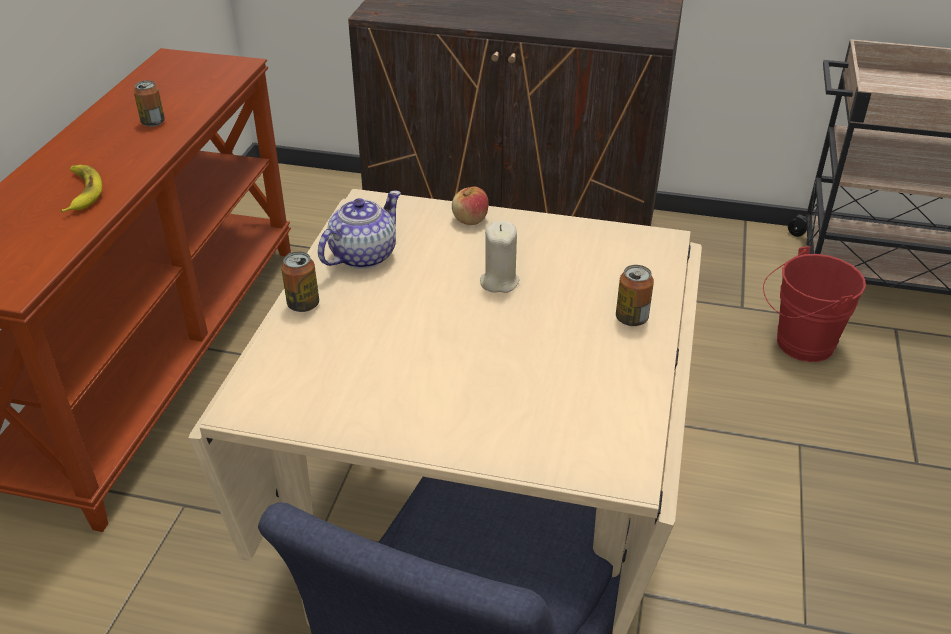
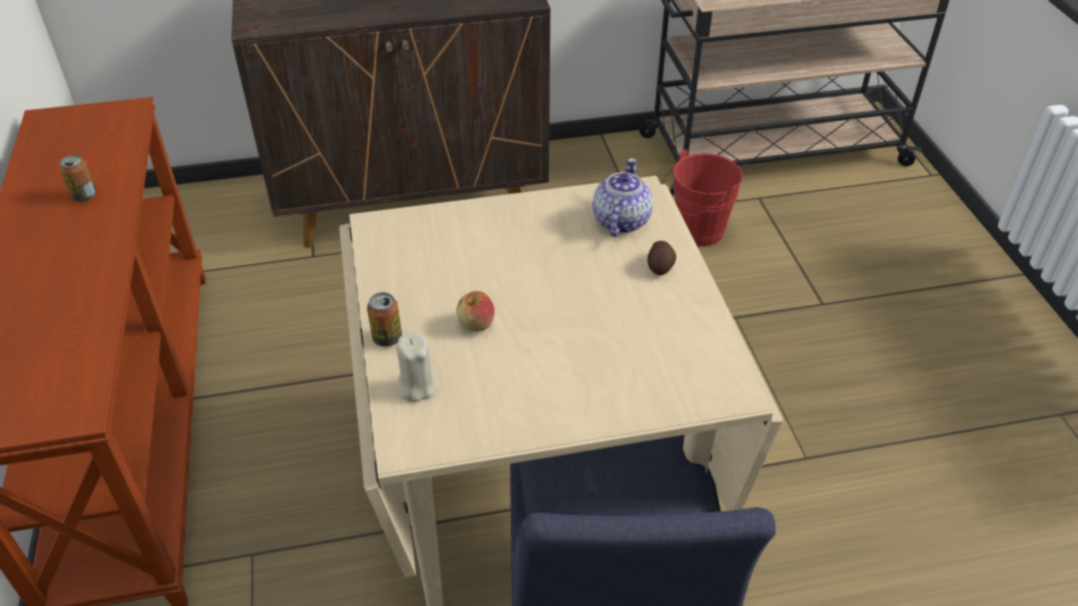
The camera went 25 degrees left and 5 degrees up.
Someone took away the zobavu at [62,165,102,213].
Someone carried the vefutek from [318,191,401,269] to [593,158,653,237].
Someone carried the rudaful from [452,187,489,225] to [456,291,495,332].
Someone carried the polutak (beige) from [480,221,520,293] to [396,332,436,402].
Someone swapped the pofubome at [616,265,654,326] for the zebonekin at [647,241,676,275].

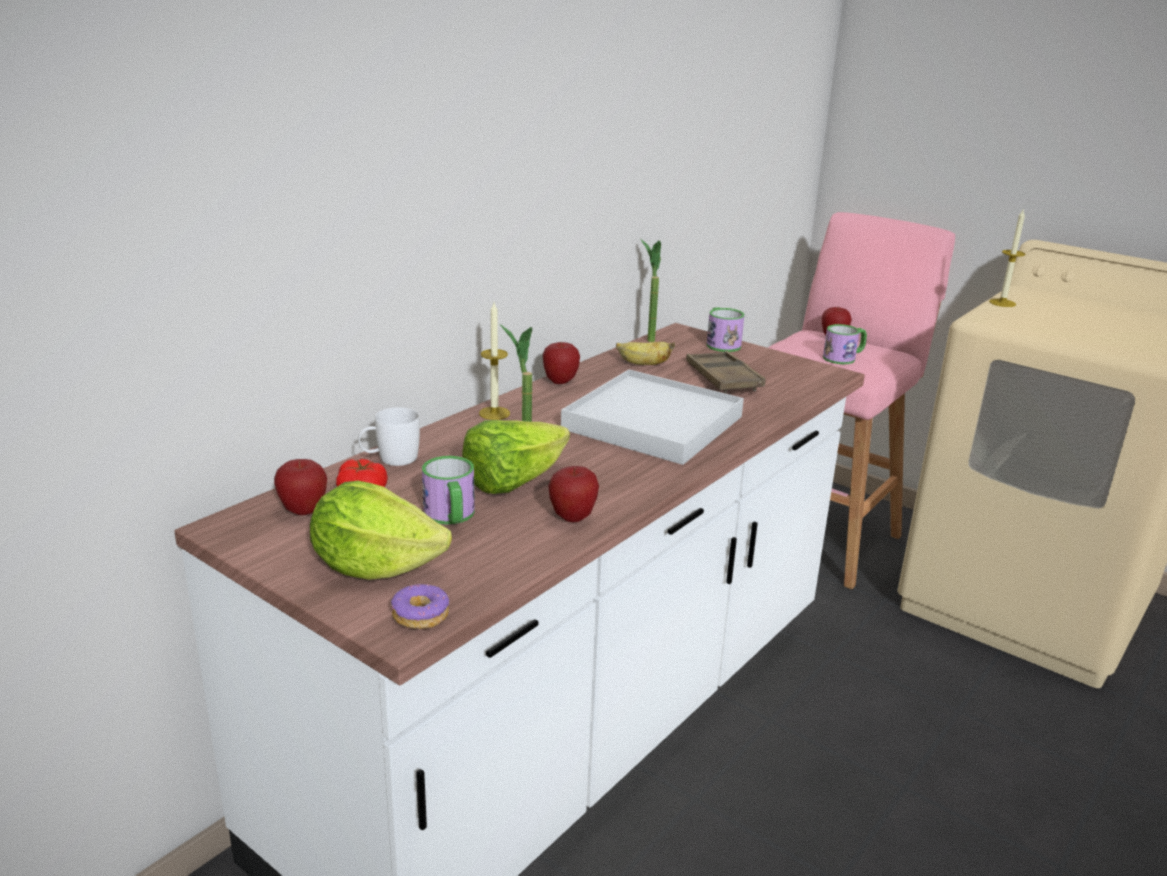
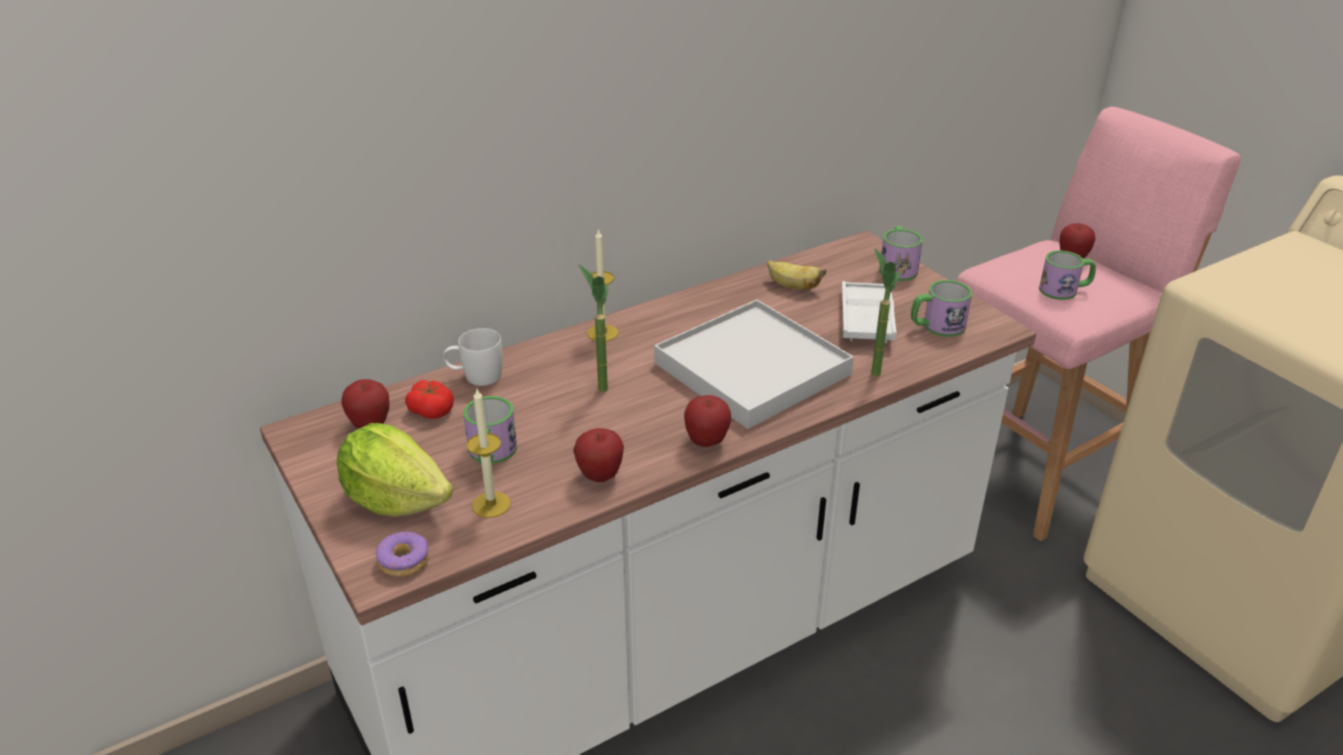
The camera went 20 degrees right and 10 degrees up.
Someone took away the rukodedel at [462,420,570,494].
Someone put down the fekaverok at [911,280,972,337].
Someone carried the rudaful from [543,342,580,384] to [684,395,731,447].
Someone carried the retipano from [641,239,661,342] to [871,248,900,377].
Someone carried the polutak from [989,208,1025,307] to [467,389,511,518].
Someone repainted the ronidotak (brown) at [686,351,765,393], which became the ronidotak (white) at [841,281,897,343].

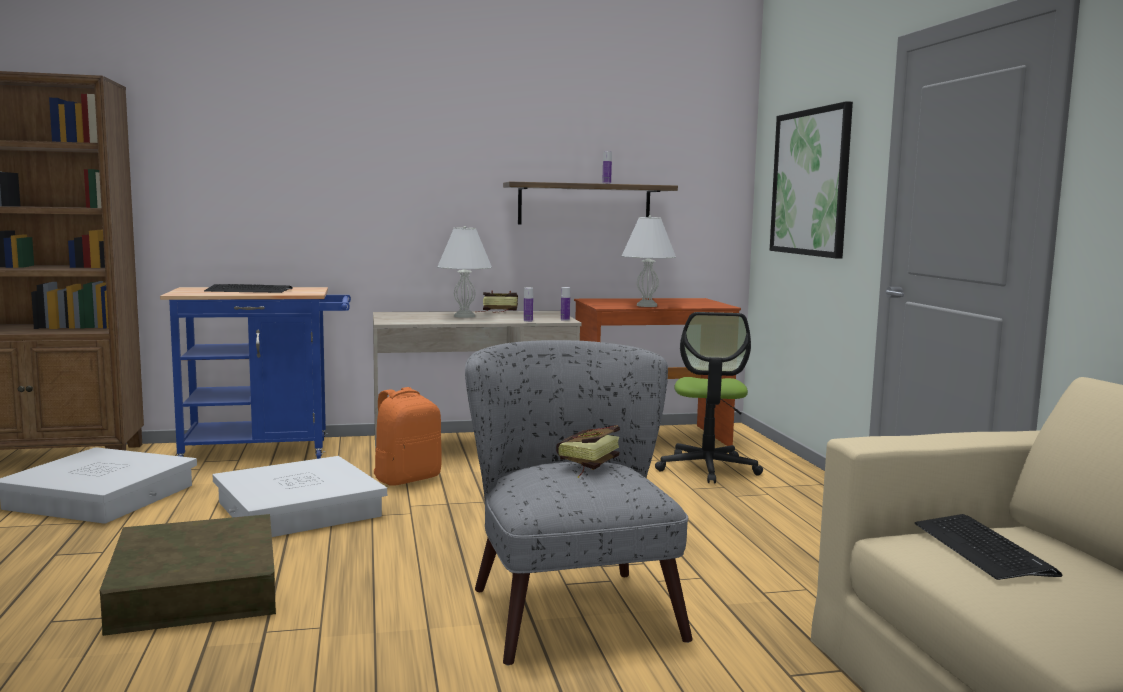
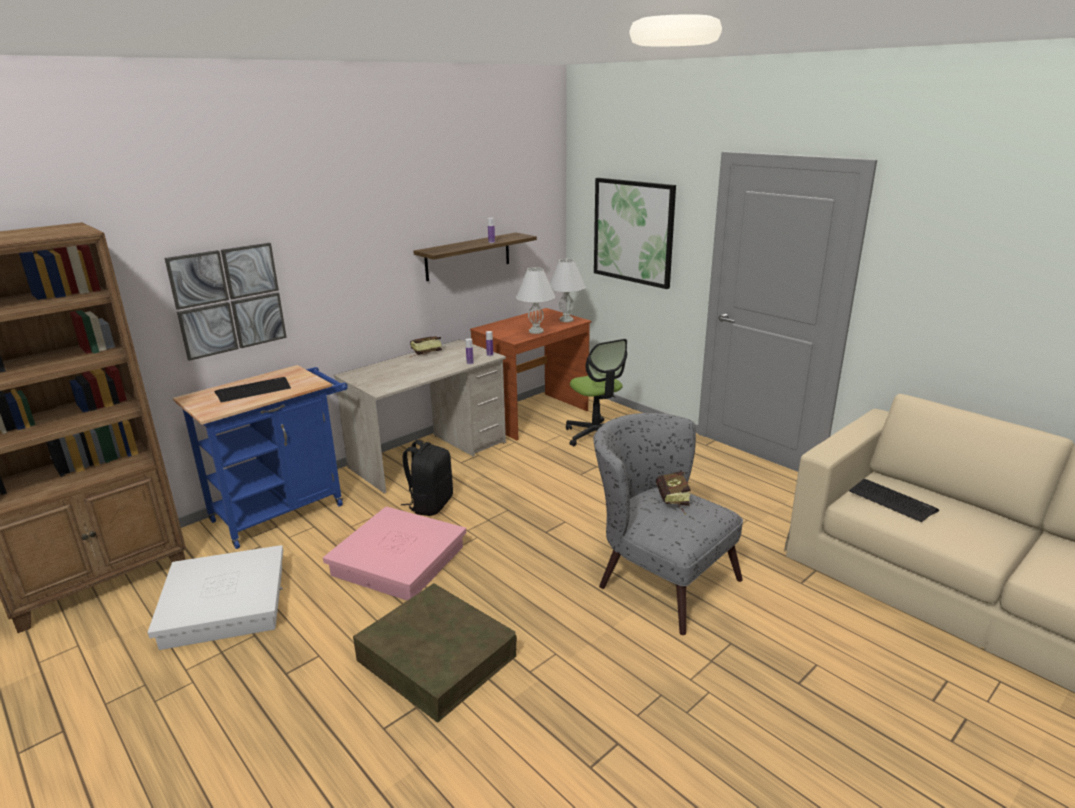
The camera went 30 degrees left and 15 degrees up.
Someone put up the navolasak at [165,243,287,361].
Someone carried the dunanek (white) from [437,226,492,318] to [550,259,585,322].
Someone repainted the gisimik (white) at [213,456,387,537], which became the gisimik (pink) at [323,507,466,601].
Someone repainted the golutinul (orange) at [374,387,442,486], which became the golutinul (black) at [401,440,453,516].

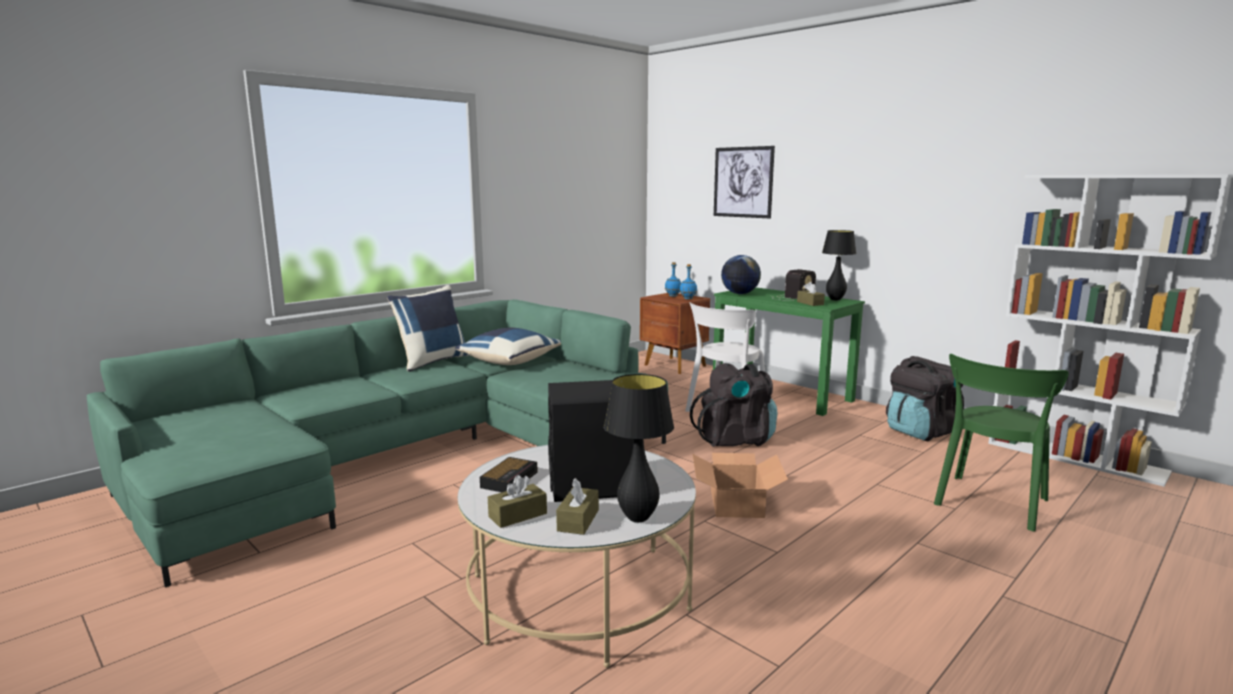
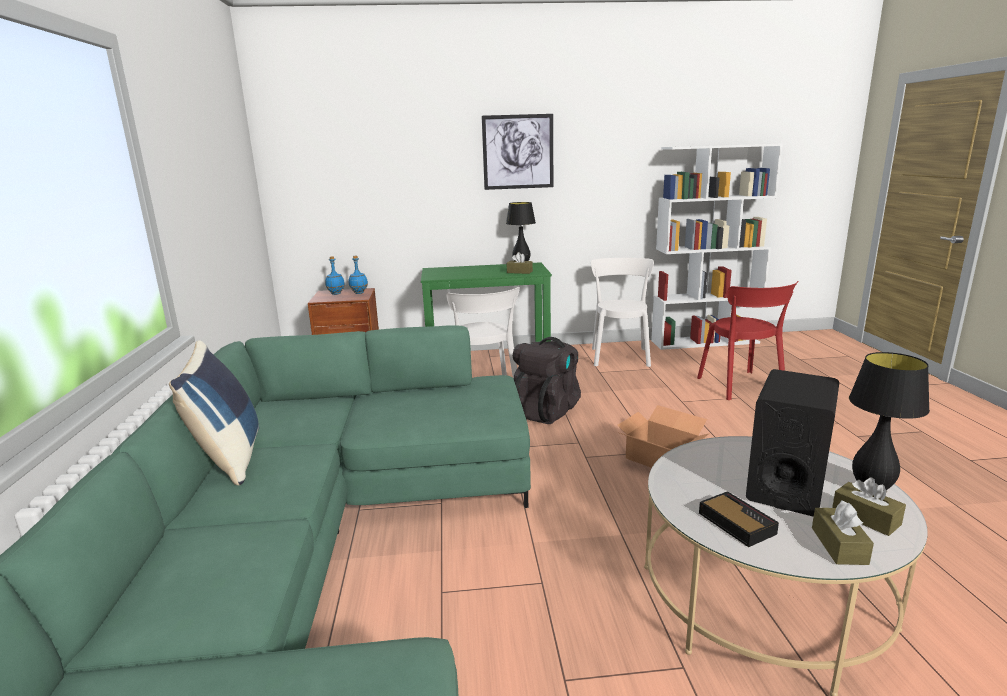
The camera went 50 degrees left and 5 degrees up.
Someone took away the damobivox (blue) at [455,328,561,365].
Someone took away the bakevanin at [721,255,761,294].
Someone took away the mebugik at [772,269,816,301].
Someone carried the navolasak from [714,146,775,218] to [482,114,553,190].
Someone swapped the golutinul (black) at [886,356,964,441] for the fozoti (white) at [591,258,654,367].
Someone repainted the fozoti (green) at [934,354,1069,532], which became the fozoti (red) at [697,281,799,400].

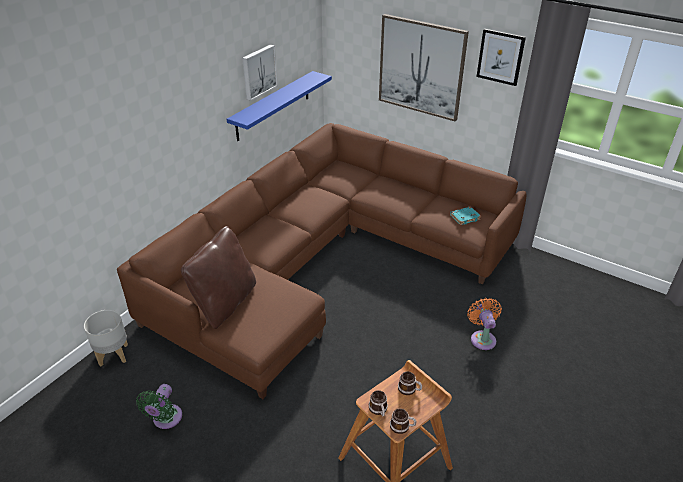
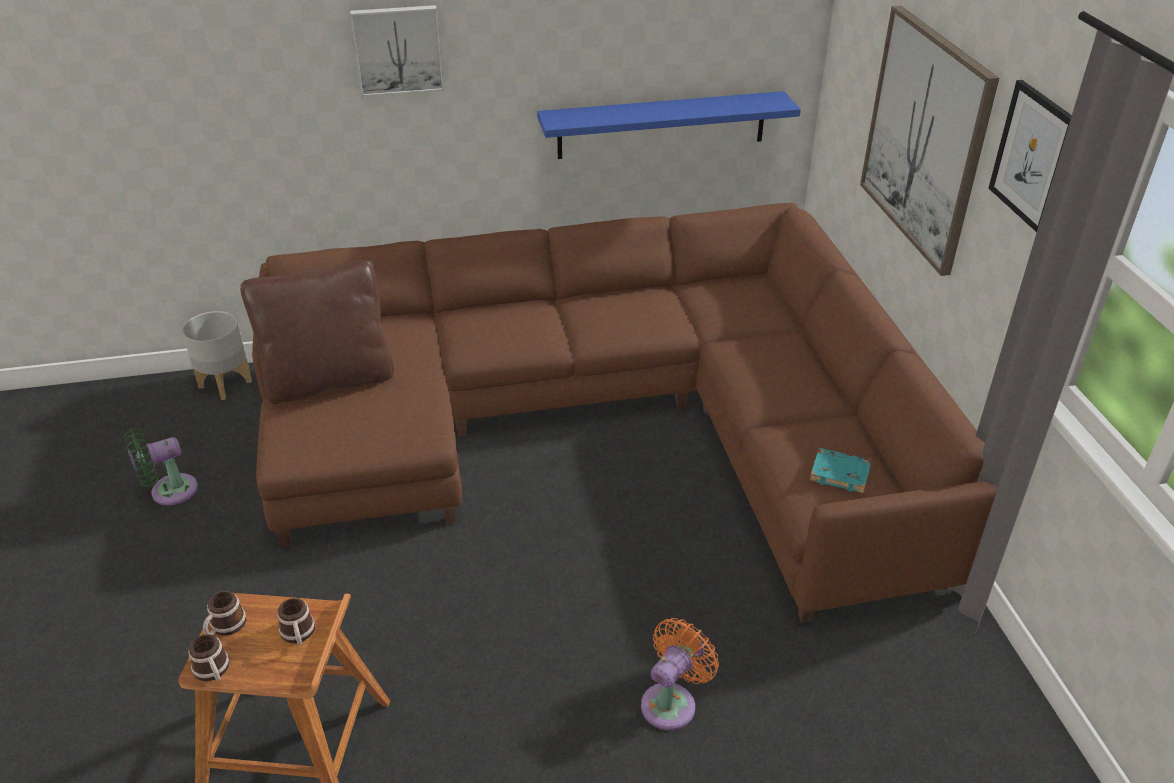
The camera went 45 degrees right and 0 degrees up.
Someone carried the navolasak from [242,44,277,101] to [350,5,444,97].

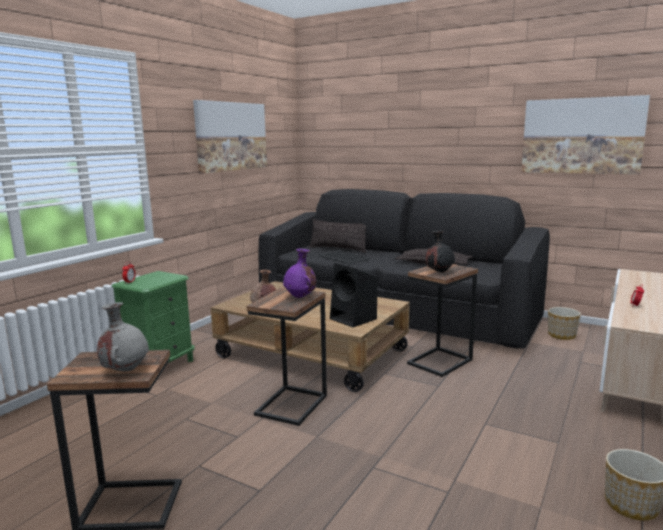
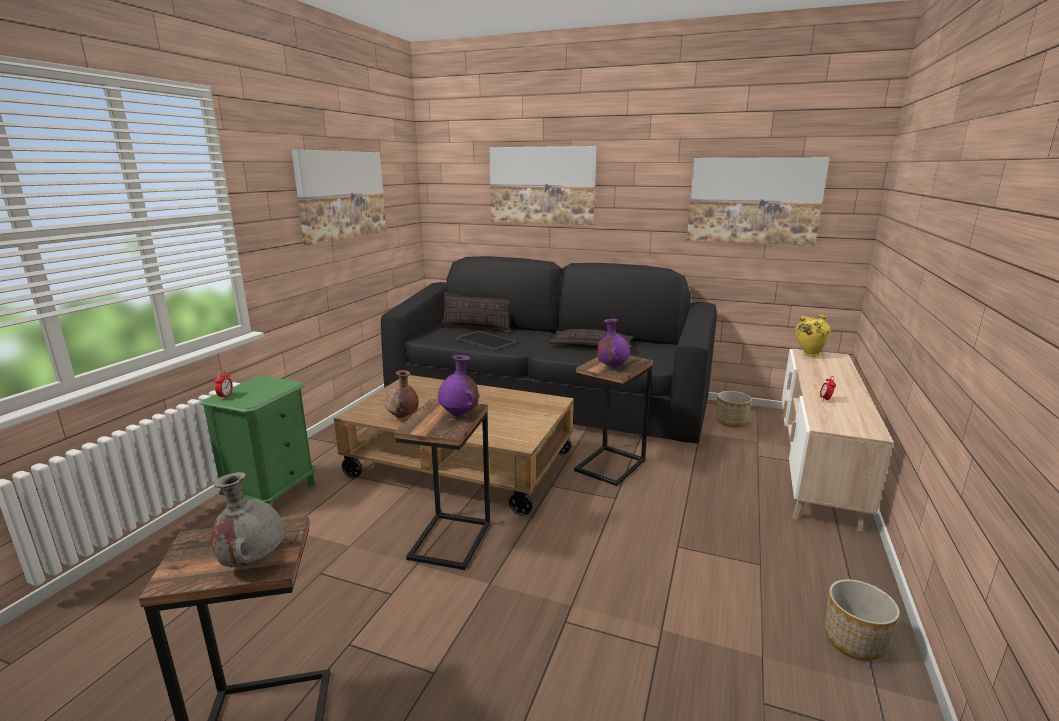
The camera went 10 degrees left and 5 degrees up.
Someone took away the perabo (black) at [330,263,377,327].
Someone put up the navolasak at [490,146,597,225].
Someone put down the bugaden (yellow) at [795,315,831,357].
Someone repainted the bugaden (black) at [426,230,455,272], which became the bugaden (purple) at [597,319,630,367].

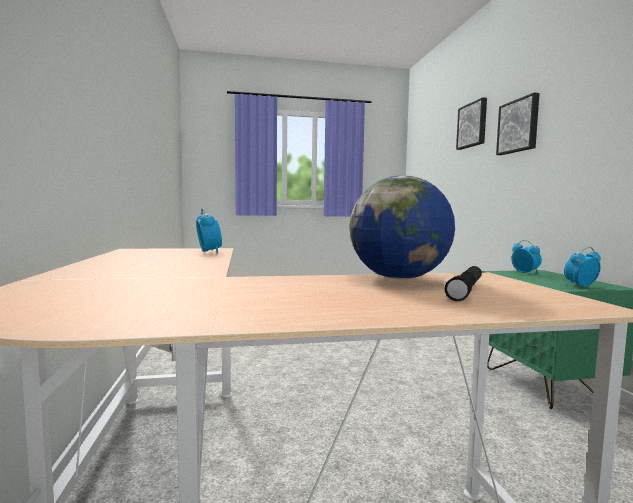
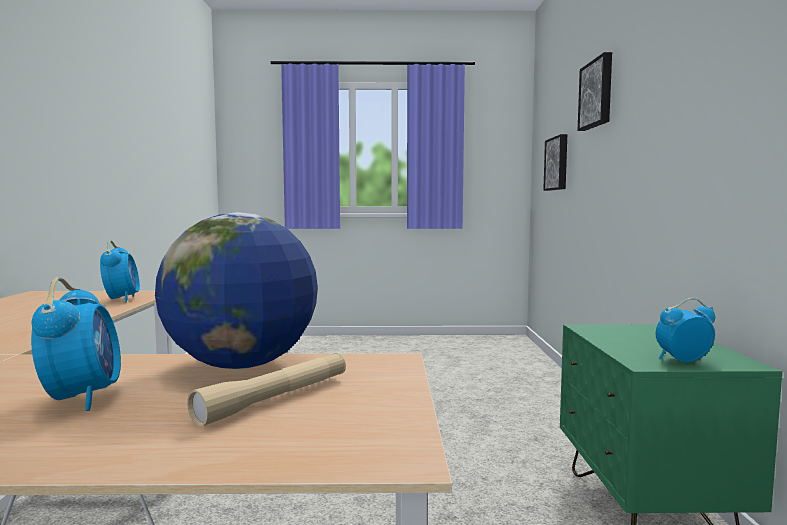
The camera went 10 degrees right and 0 degrees up.
Someone carried the navolasak from [496,93,540,155] to [543,134,567,191].
Someone carried the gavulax from [511,240,542,274] to [31,277,121,411].
Someone repainted the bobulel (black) at [445,266,482,301], which became the bobulel (beige) at [187,353,346,427].

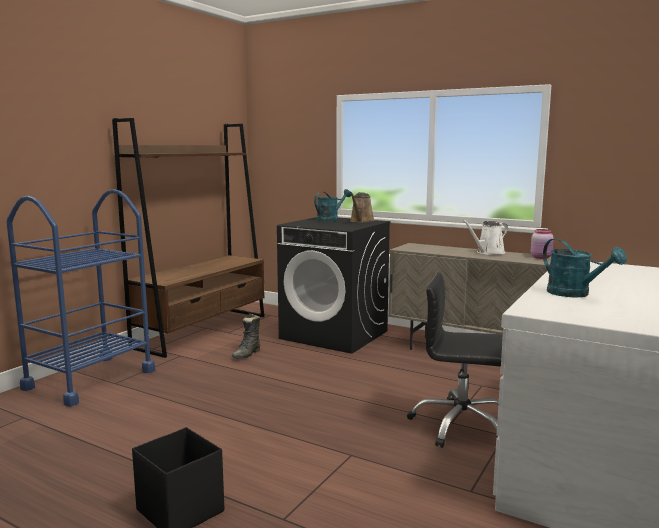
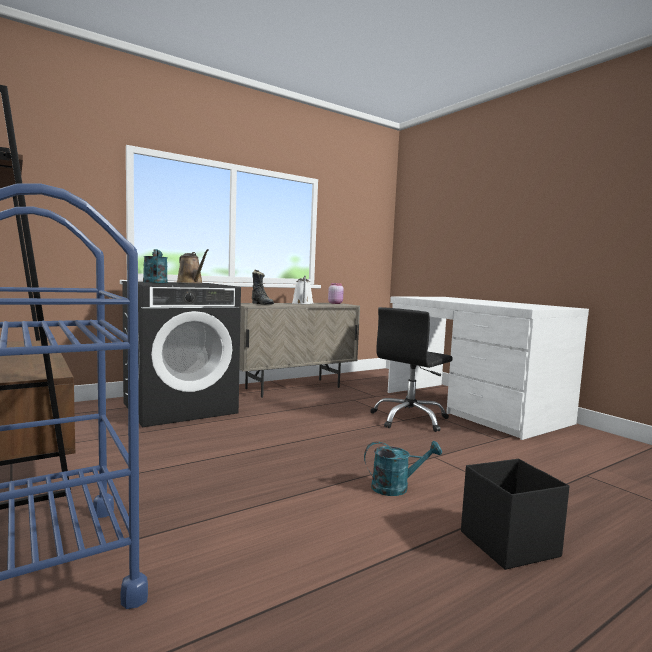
The camera went 65 degrees left and 5 degrees down.
Someone carried the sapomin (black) from [231,314,260,359] to [252,270,274,305].
Someone carried the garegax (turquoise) from [543,239,627,298] to [364,441,442,496].

